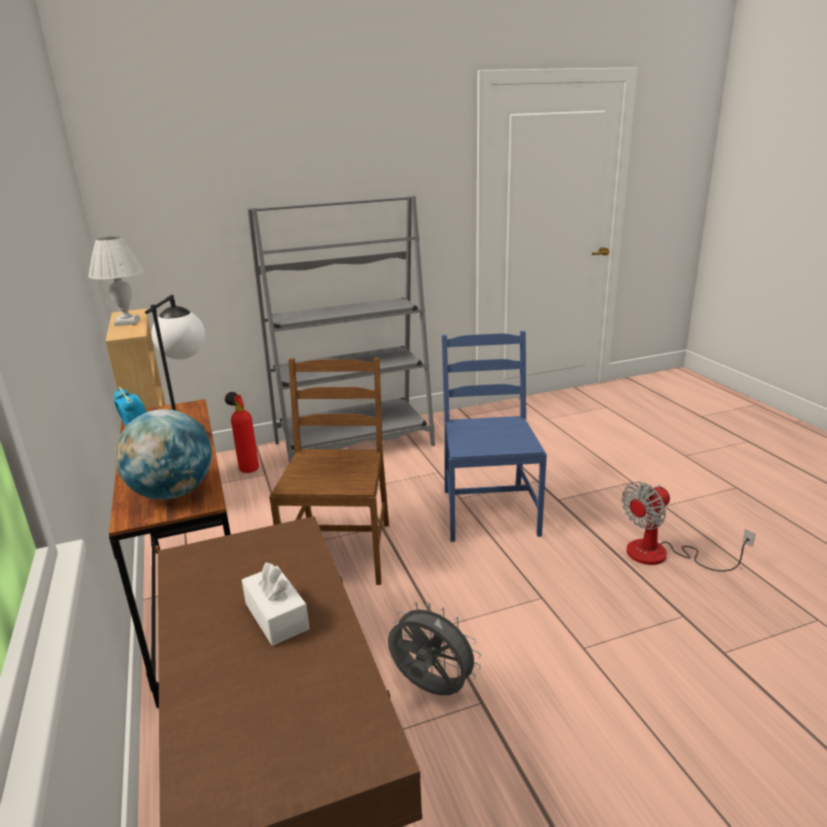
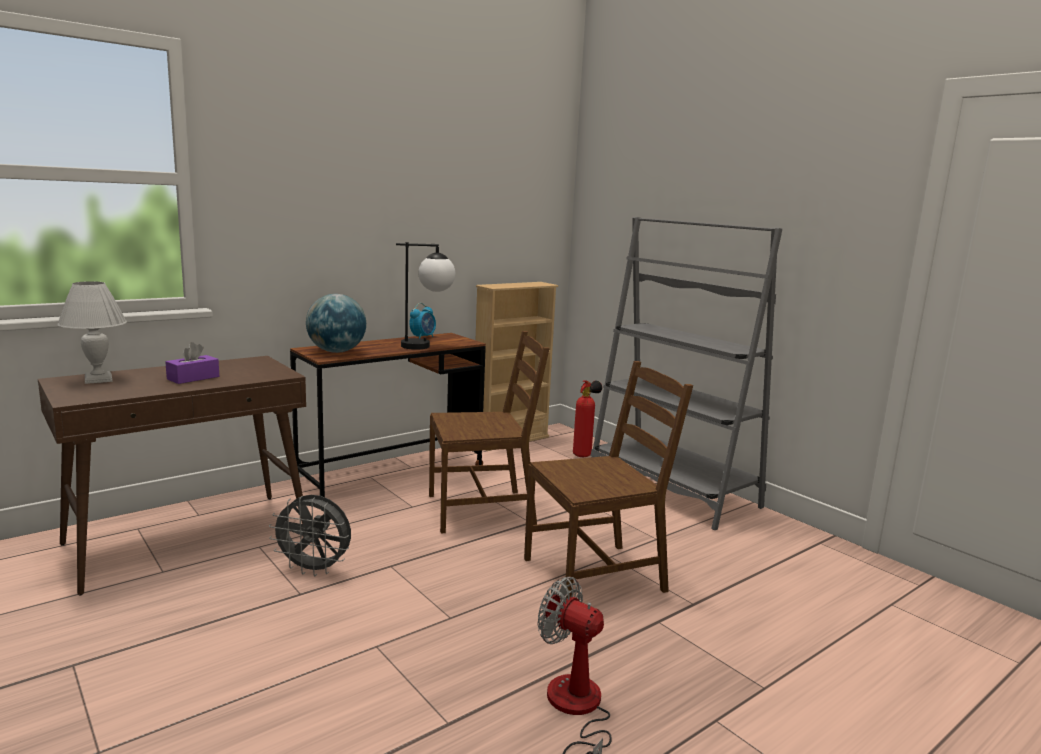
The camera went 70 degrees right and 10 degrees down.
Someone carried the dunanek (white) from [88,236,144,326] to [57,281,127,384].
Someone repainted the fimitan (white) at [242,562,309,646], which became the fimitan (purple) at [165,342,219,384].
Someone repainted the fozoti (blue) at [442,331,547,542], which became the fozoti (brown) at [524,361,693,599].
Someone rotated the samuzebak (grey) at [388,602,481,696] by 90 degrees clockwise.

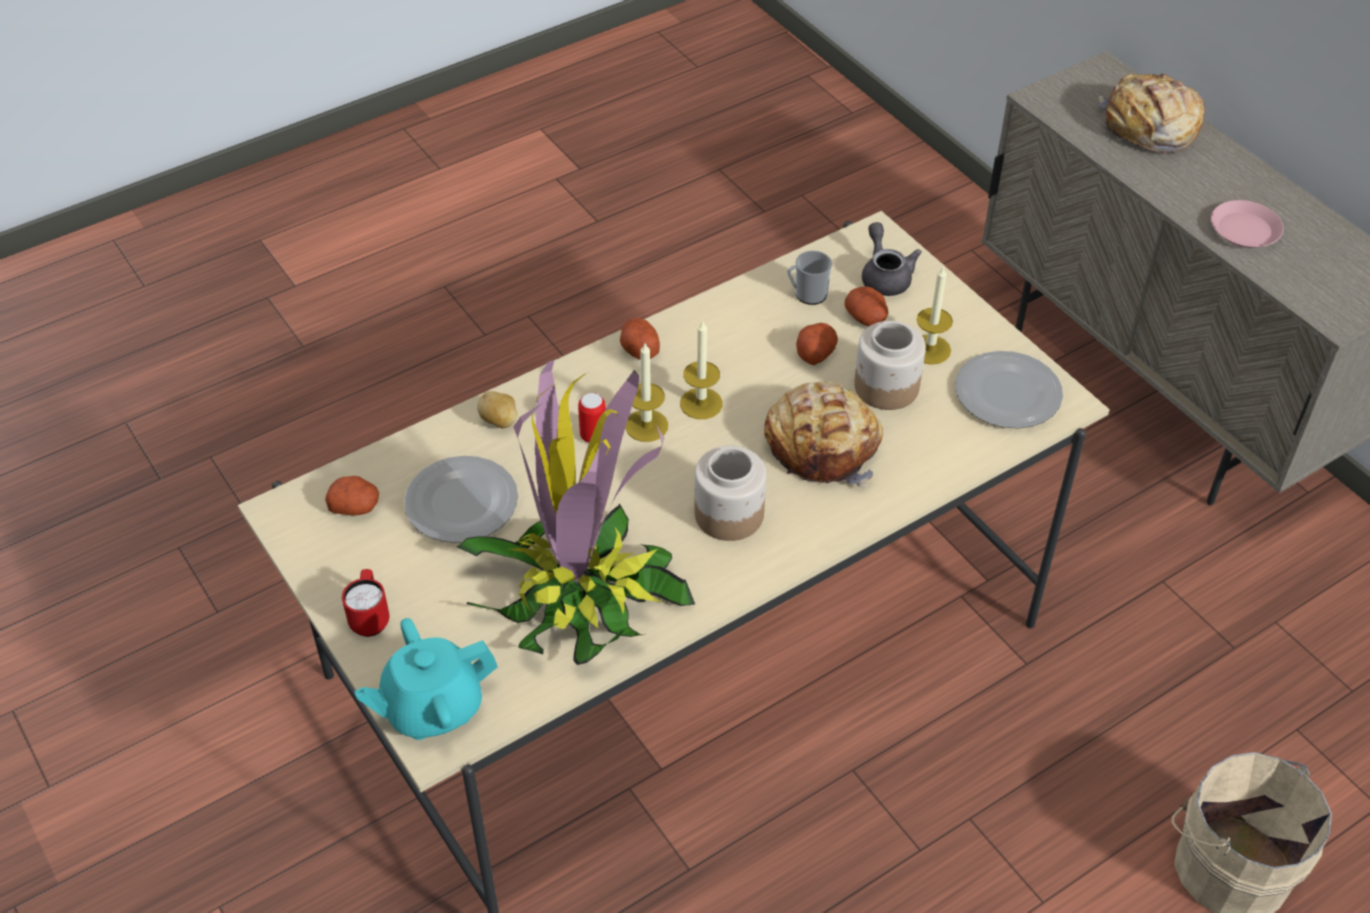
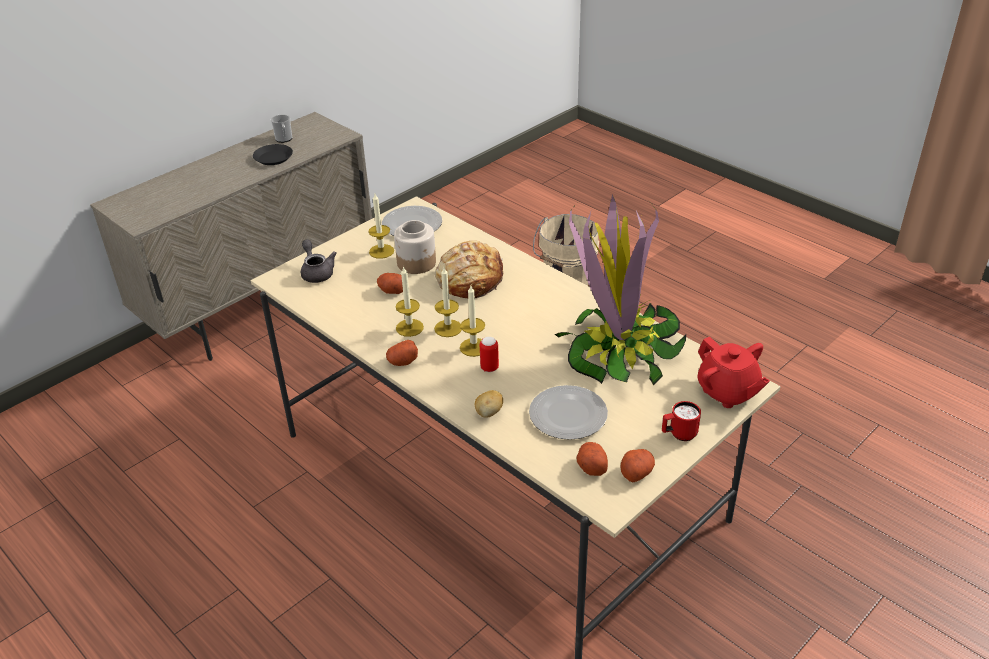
The camera went 100 degrees left and 10 degrees down.
Someone took away the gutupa at [694,446,766,541].
Someone took away the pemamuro at [1098,74,1205,153].
Someone put down the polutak at [396,266,424,337].
Someone carried the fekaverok from [787,251,832,305] to [271,115,292,143].
Someone carried the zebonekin from [845,286,888,327] to [620,449,655,482].
Someone repainted the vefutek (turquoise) at [354,618,498,740], which became the vefutek (red) at [698,337,770,408].
Someone repainted the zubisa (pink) at [1211,200,1284,248], which became the zubisa (black) at [253,144,293,165].
Someone rotated the vefutek (grey) at [862,222,922,296] by 90 degrees clockwise.

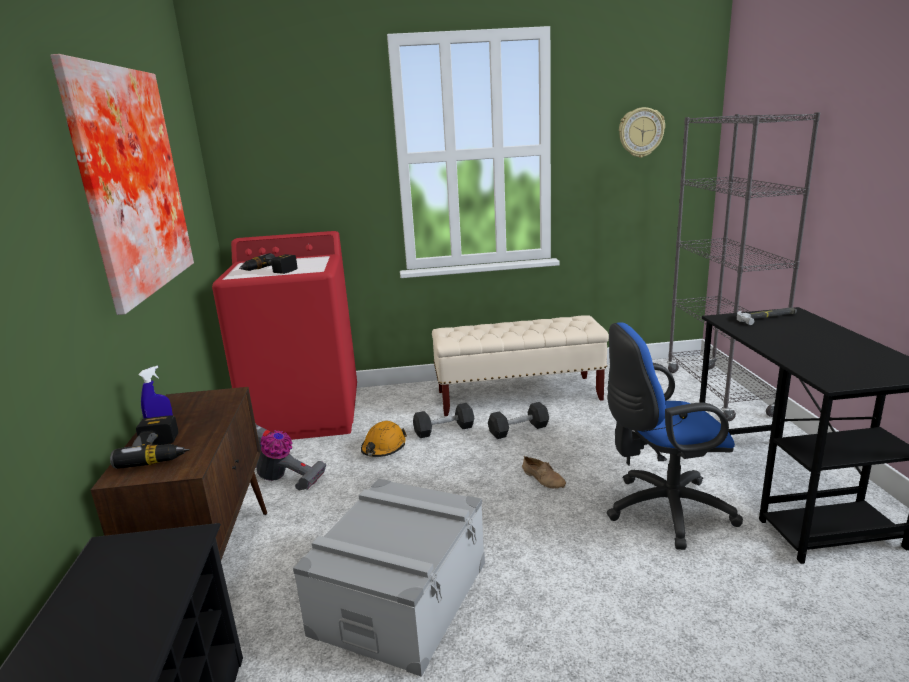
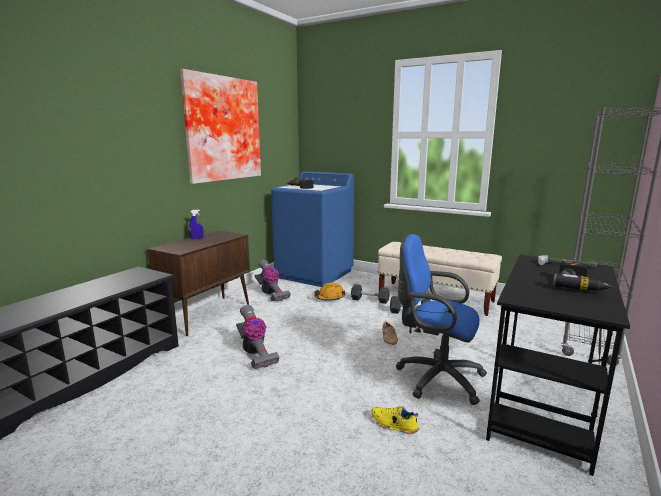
The camera went 35 degrees right and 5 degrees down.
Someone took away the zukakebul at [619,107,665,158].
Someone put down the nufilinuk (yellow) at [371,406,419,434].
Someone carried the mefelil from [110,416,190,469] to [553,261,613,291].
Someone swapped the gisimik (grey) at [293,479,485,677] for the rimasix at [236,305,279,369].
Someone repainted the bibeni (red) at [212,231,357,440], which became the bibeni (blue) at [271,171,354,287].

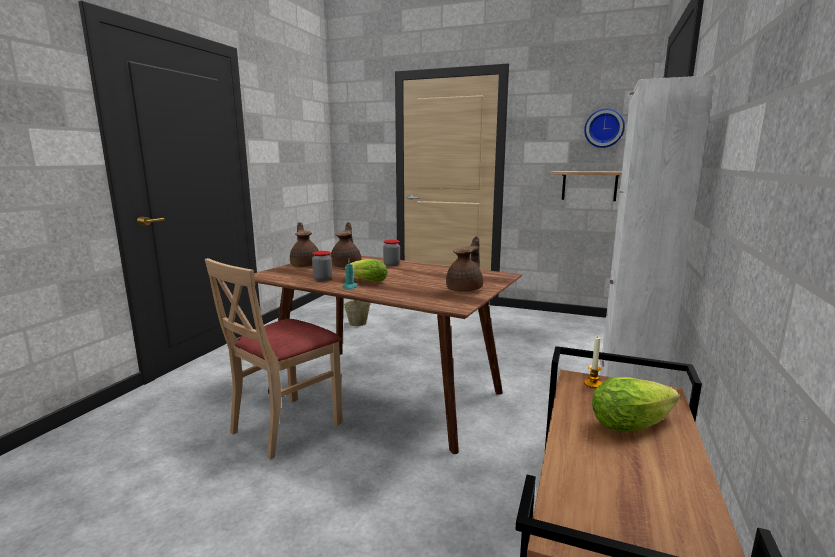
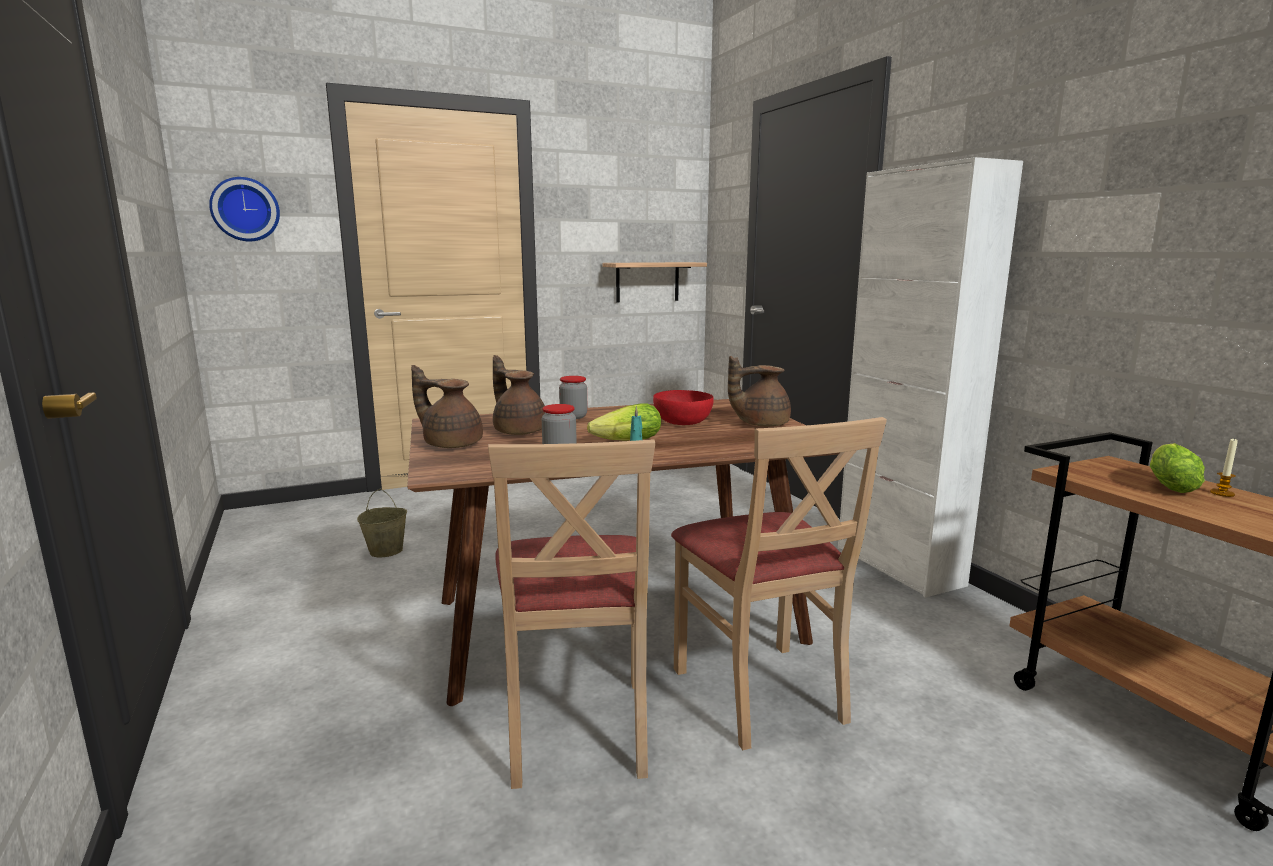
The camera went 45 degrees left and 0 degrees up.
Someone put down the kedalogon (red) at [653,390,714,425].
Someone put down the fozoti (beige) at [671,417,887,750].
Someone carried the zukakebul from [584,109,625,148] to [209,177,280,241].
Someone carried the polutak from [584,337,602,388] to [1210,438,1238,497].
Someone rotated the vefutek (brown) at [446,236,483,292] by 90 degrees counterclockwise.

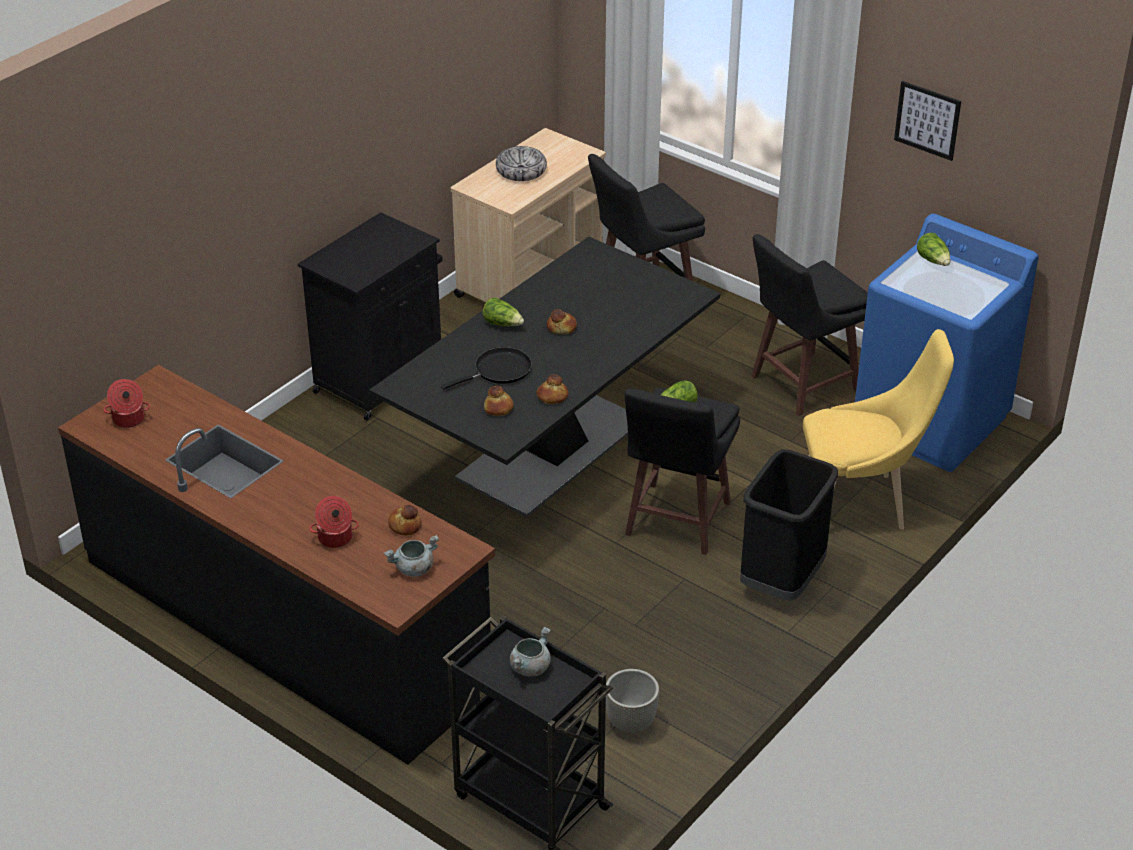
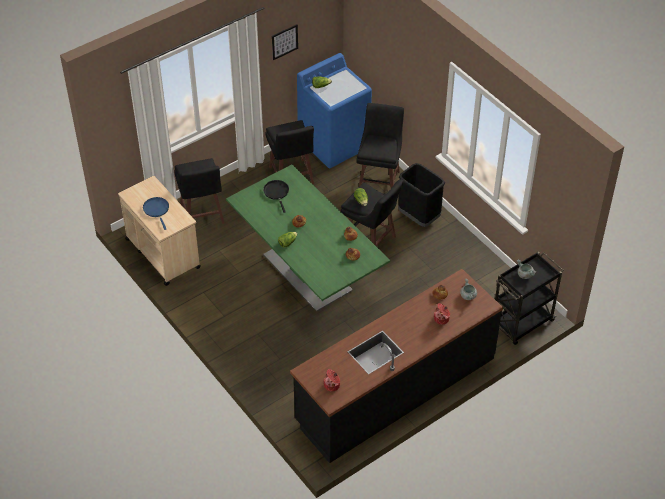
The camera went 75 degrees left and 10 degrees up.
Someone took away the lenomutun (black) at [298,212,443,421].
Someone took away the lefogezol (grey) at [606,669,659,732].
Someone carried the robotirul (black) from [441,347,532,389] to [263,180,289,213].
Someone swapped the kedalogon at [496,146,547,181] for the robotirul (blue) at [143,197,169,230].
Someone swapped the fozoti (yellow) at [803,329,954,529] for the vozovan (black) at [357,103,404,188].
Someone repainted the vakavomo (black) at [369,236,721,517], which became the vakavomo (green) at [226,165,390,312].

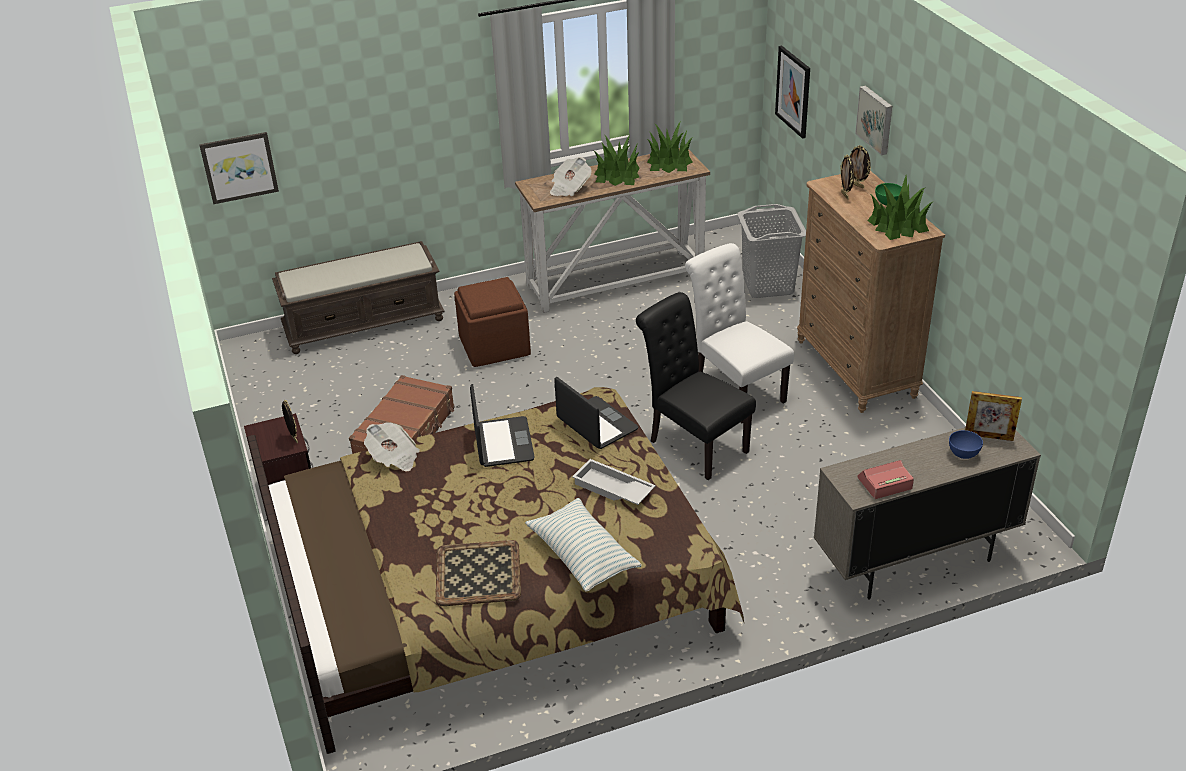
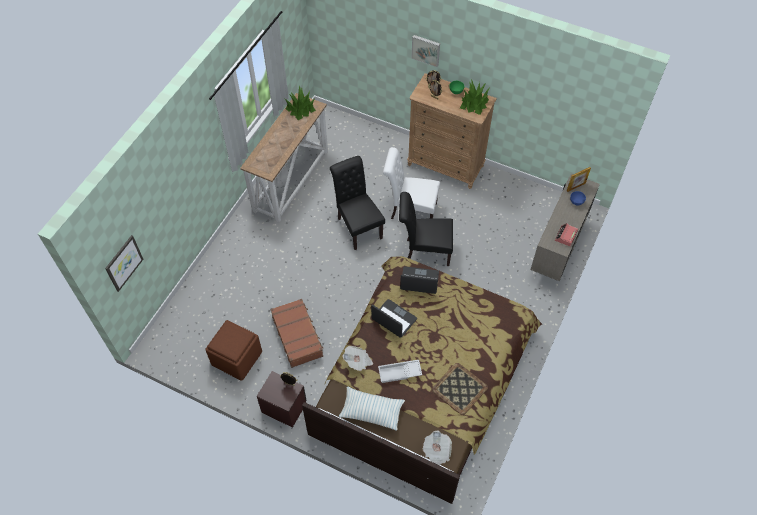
The camera went 45 degrees left and 20 degrees up.
Someone took away the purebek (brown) at [272,241,445,354].
Someone took away the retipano at [594,134,640,186].
Someone took away the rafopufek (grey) at [737,204,806,298].
Someone took away the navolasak at [775,46,810,139].
Someone put down the fozoti (black) at [330,156,385,250].
Someone carried the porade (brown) from [454,277,531,367] to [205,320,262,381].
Someone carried the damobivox from [525,498,642,592] to [339,386,405,431].
Someone carried the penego from [550,157,592,196] to [422,430,452,465].
Someone carried the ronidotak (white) from [572,459,656,505] to [378,360,422,383].

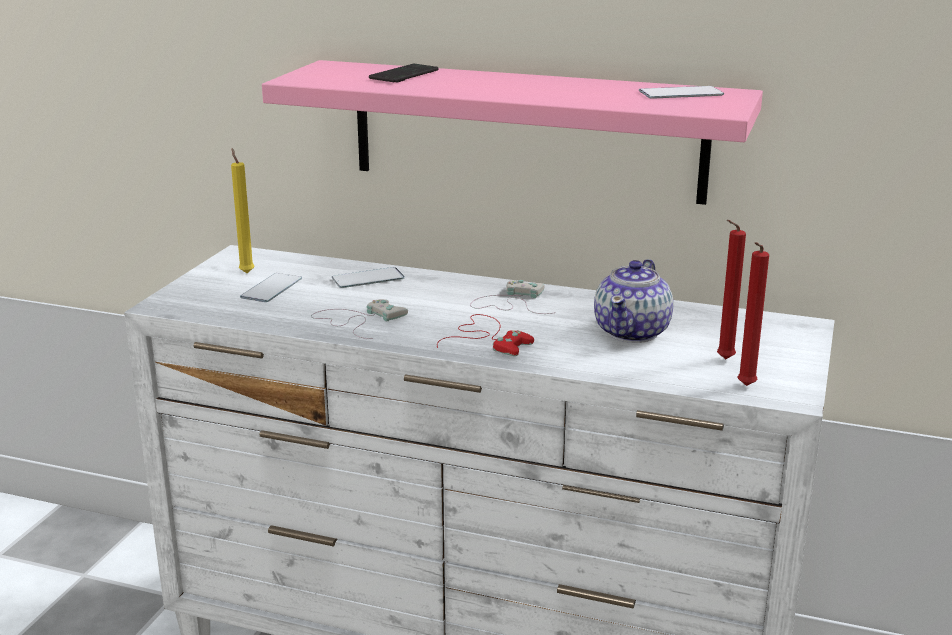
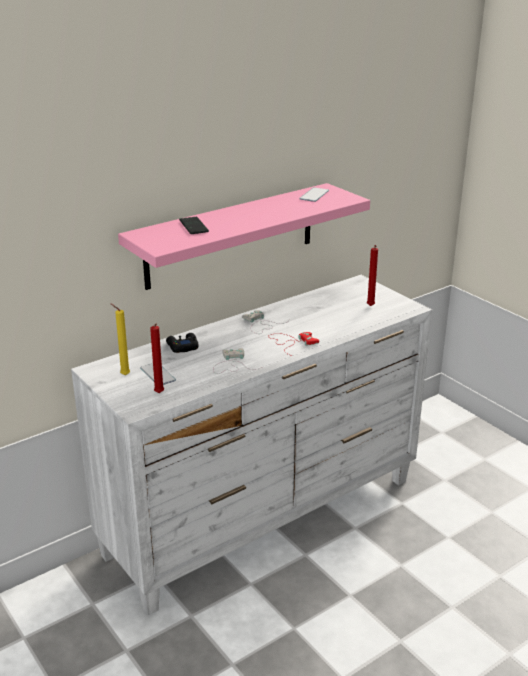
The camera went 55 degrees left and 5 degrees up.
Someone took away the vefutek at [594,259,673,343].
Someone carried the polutak (red) from [737,242,769,386] to [150,323,164,393].
Someone swapped the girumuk at [332,267,405,288] for the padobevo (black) at [166,333,199,353].

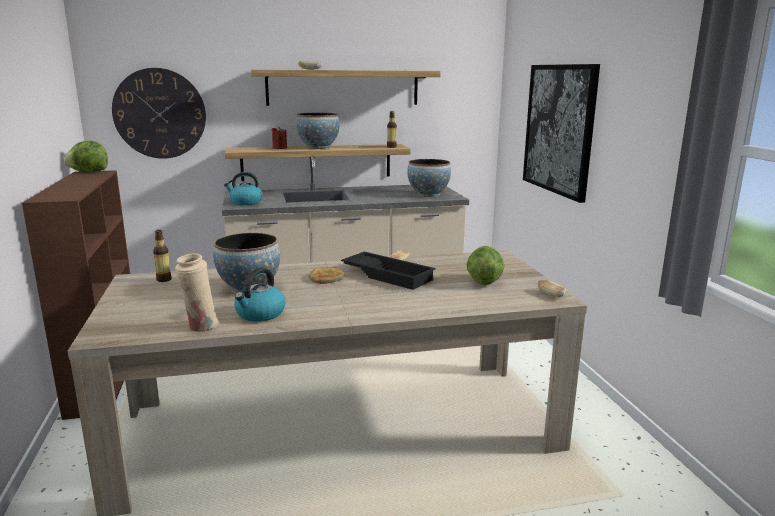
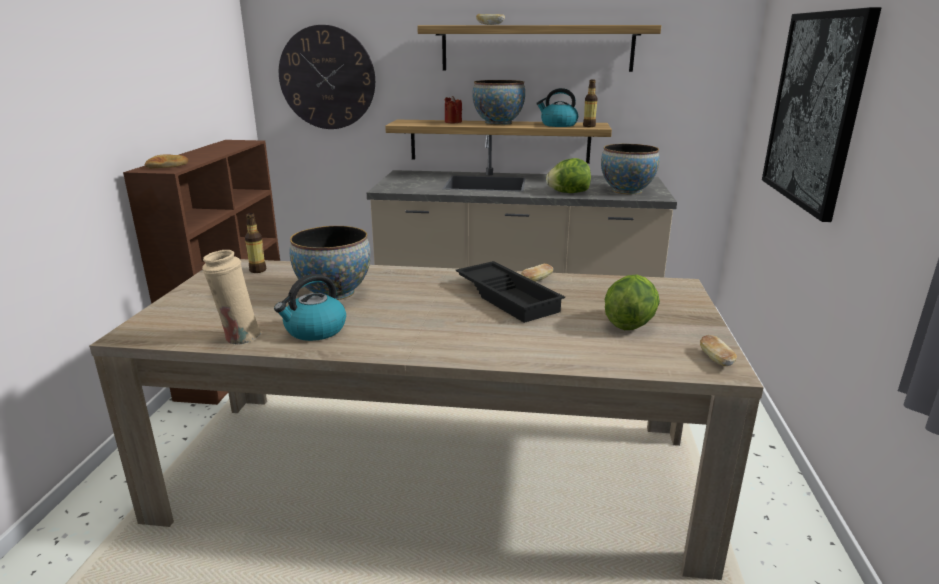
The camera went 20 degrees right and 5 degrees up.
Someone carried the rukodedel from [64,141,108,172] to [546,158,591,193].
Someone carried the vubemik from [224,172,262,205] to [536,88,578,127].
Someone carried the pemamuro from [309,267,344,284] to [145,154,188,169].

